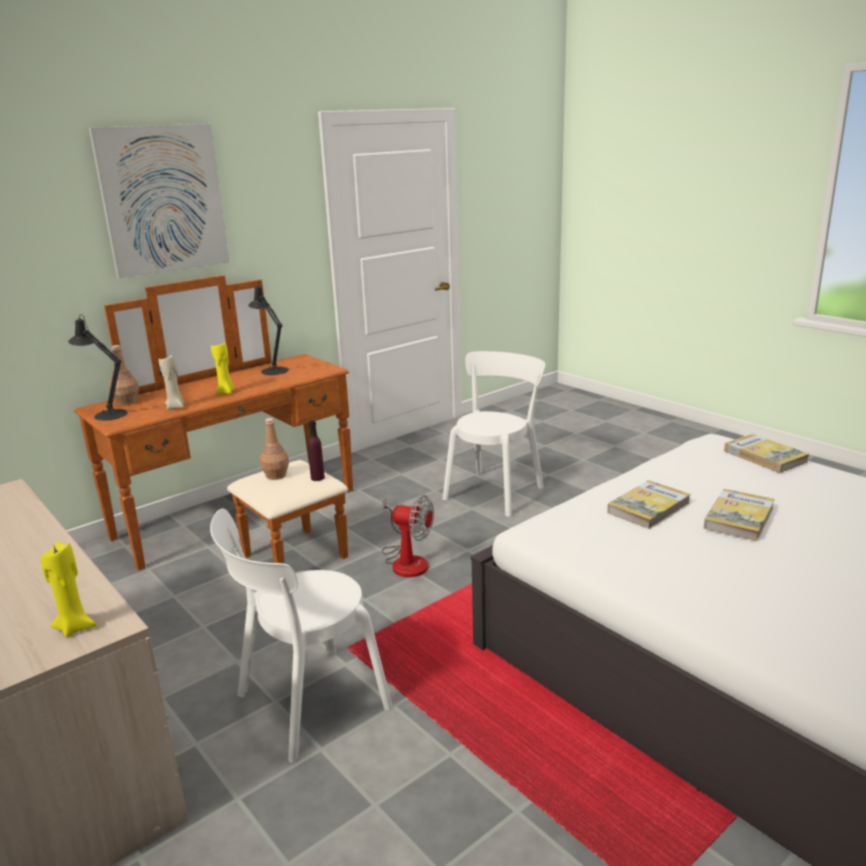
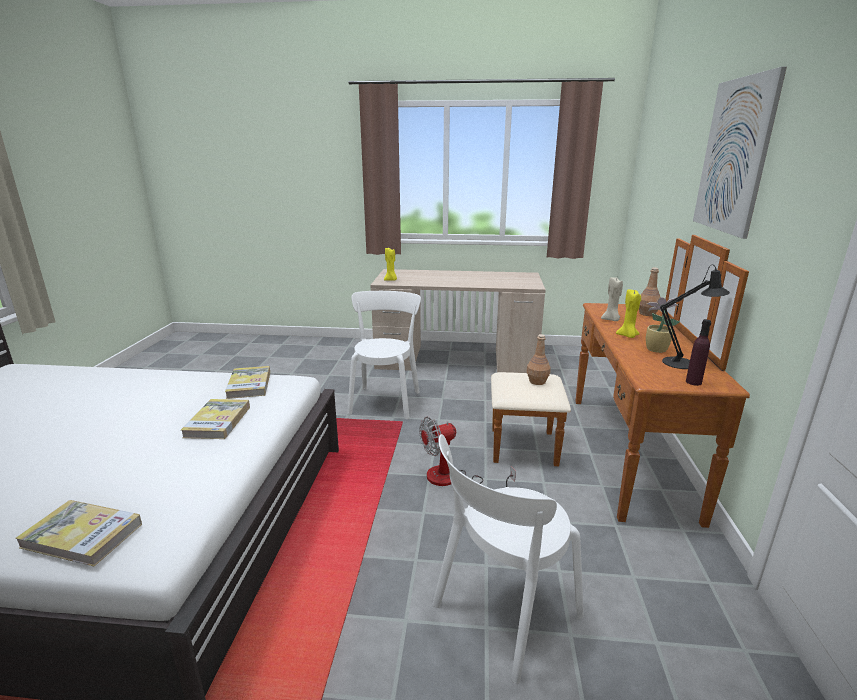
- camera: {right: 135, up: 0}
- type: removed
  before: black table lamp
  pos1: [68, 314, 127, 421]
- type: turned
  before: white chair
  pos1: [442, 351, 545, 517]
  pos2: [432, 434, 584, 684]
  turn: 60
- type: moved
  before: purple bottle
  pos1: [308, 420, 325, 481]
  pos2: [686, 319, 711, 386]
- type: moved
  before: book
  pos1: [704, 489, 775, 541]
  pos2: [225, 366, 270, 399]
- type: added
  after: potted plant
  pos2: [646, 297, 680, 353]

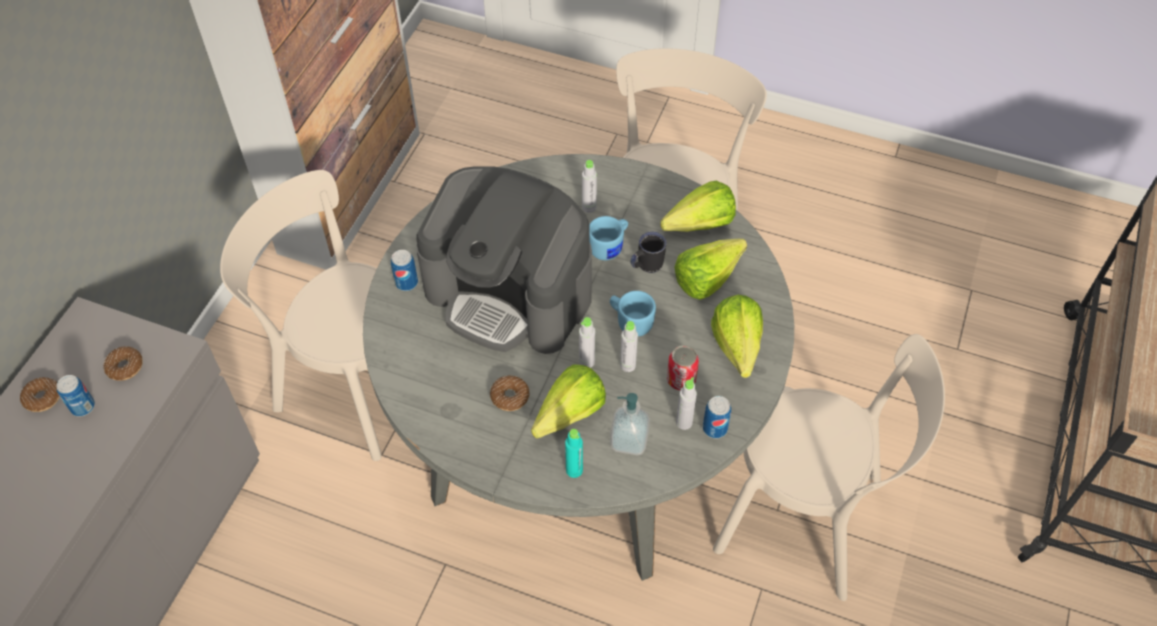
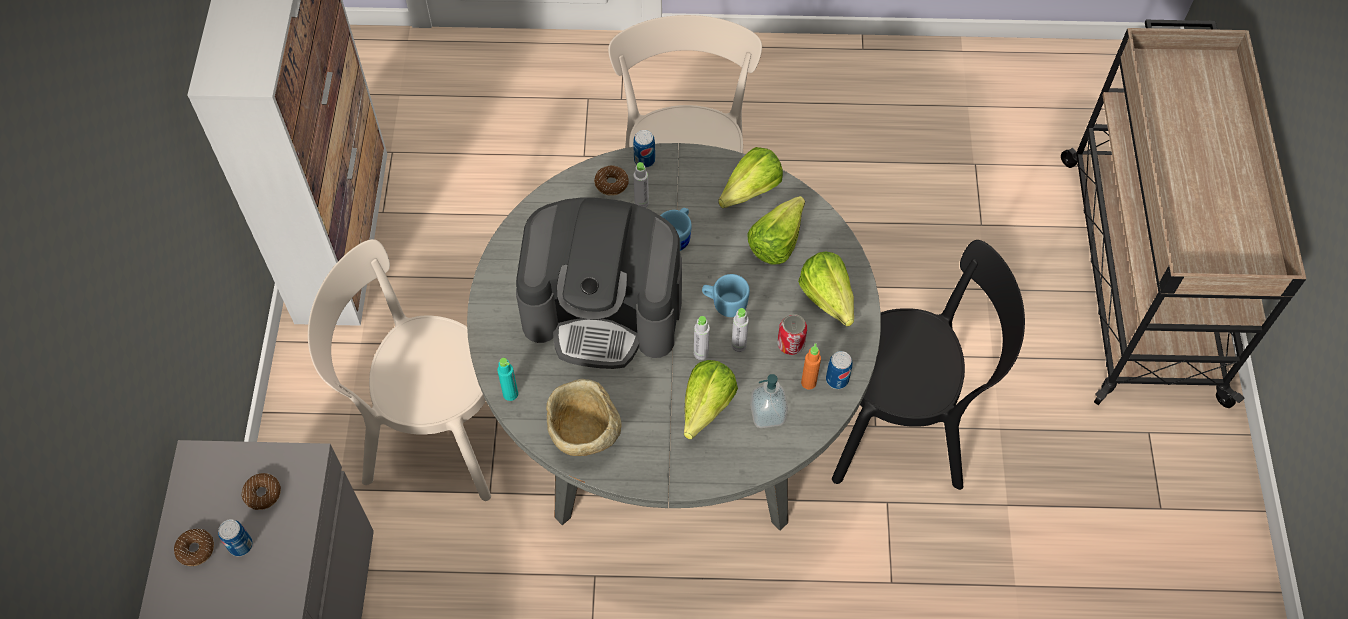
- camera: {right: -20, up: 5}
- type: removed
  before: black mug
  pos1: [630, 232, 666, 273]
- type: moved
  before: can
  pos1: [391, 250, 418, 291]
  pos2: [633, 130, 655, 168]
- type: recoloured
  before: beige chair
  after: black chair
  pos1: [713, 334, 945, 601]
  pos2: [832, 240, 1025, 490]
- type: moved
  before: donut
  pos1: [490, 375, 530, 411]
  pos2: [594, 166, 629, 196]
- type: recoloured
  before: grey bottle
  after: orange bottle
  pos1: [676, 377, 697, 430]
  pos2: [801, 343, 821, 389]
- type: moved
  before: turquoise bottle
  pos1: [565, 429, 583, 478]
  pos2: [497, 358, 518, 401]
- type: added
  after: beige bowl
  pos2: [546, 379, 622, 456]

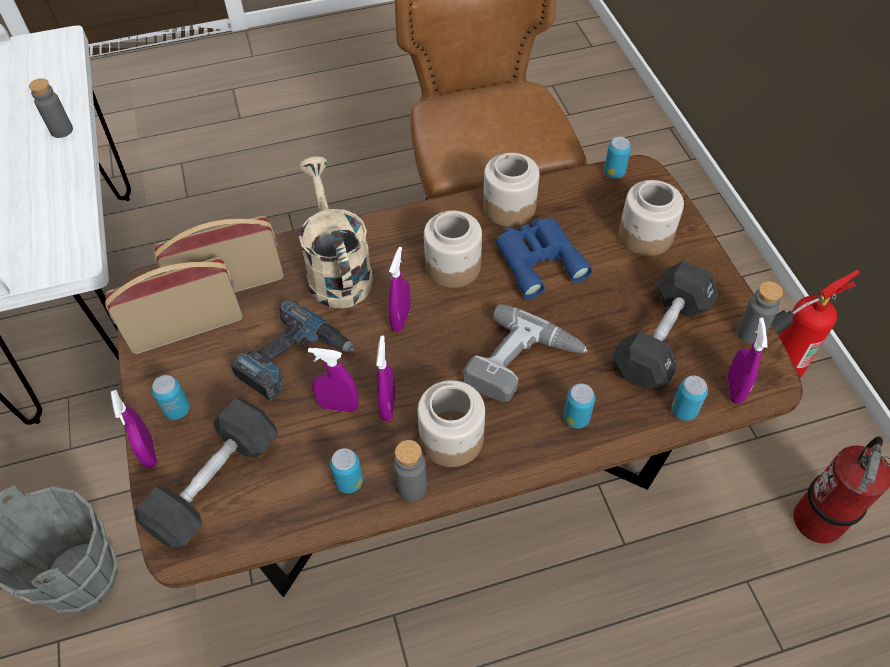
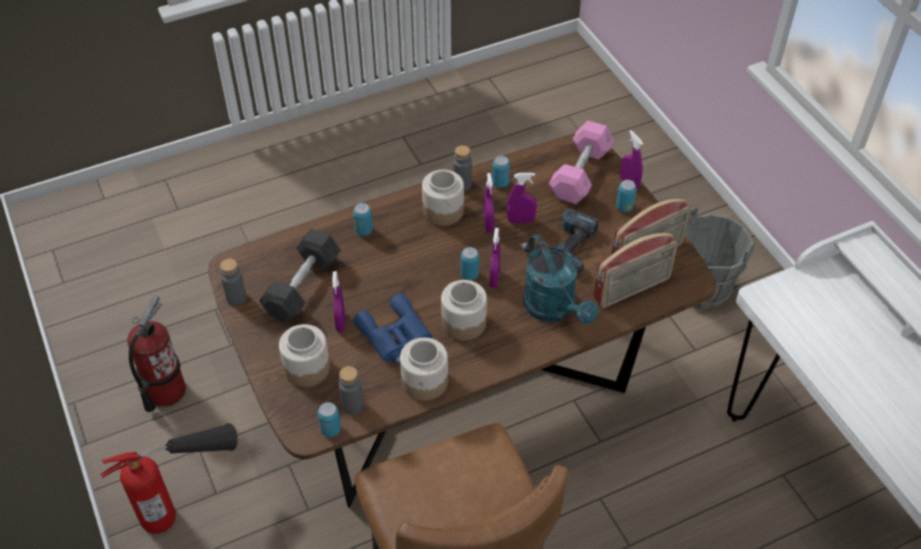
- camera: {right: 170, up: -5}
- type: moved
  before: grey bottle
  pos1: [29, 78, 73, 138]
  pos2: [339, 366, 363, 415]
- type: recoloured
  before: beige watering can
  after: turquoise watering can
  pos1: [298, 156, 373, 309]
  pos2: [523, 234, 599, 324]
- type: removed
  before: power drill
  pos1: [463, 304, 588, 402]
- type: moved
  before: purple spray bottle
  pos1: [728, 318, 767, 404]
  pos2: [332, 271, 345, 332]
- type: moved
  before: can
  pos1: [672, 376, 708, 421]
  pos2: [461, 247, 479, 280]
- type: recoloured
  before: black dumbbell
  after: pink dumbbell
  pos1: [134, 398, 278, 548]
  pos2: [549, 121, 614, 204]

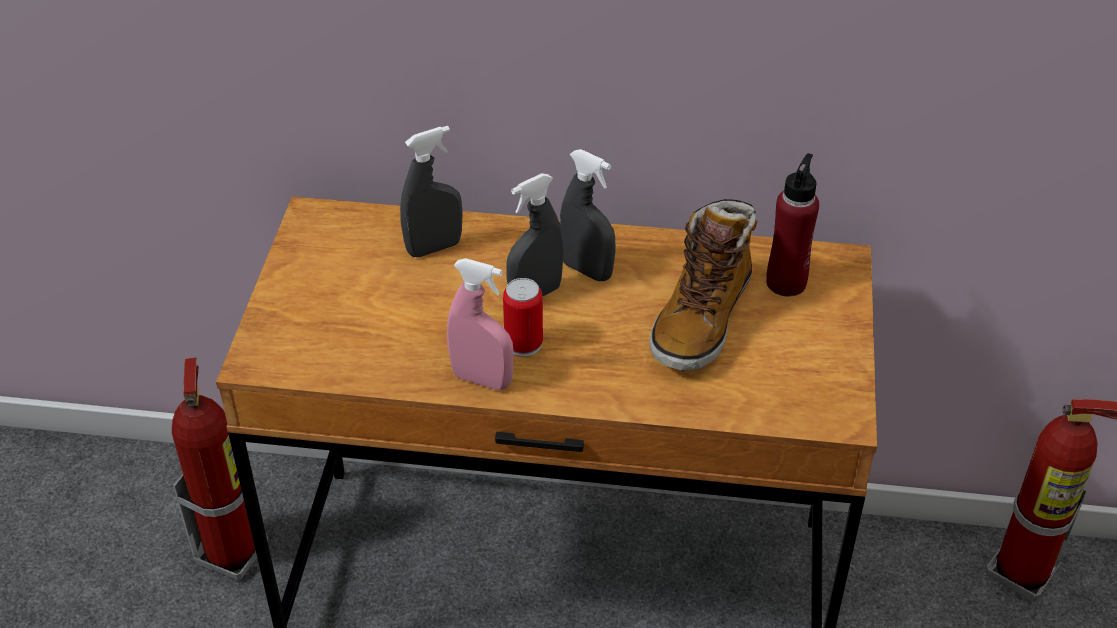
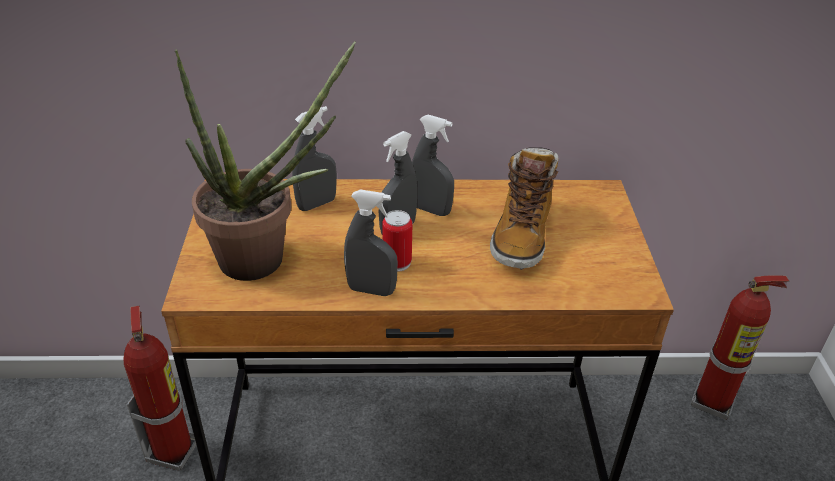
- camera: {right: -10, up: -5}
- type: removed
  before: red bottle
  pos1: [766, 153, 819, 296]
- type: recoloured
  before: pink spray bottle
  after: grey spray bottle
  pos1: [447, 258, 514, 390]
  pos2: [344, 190, 398, 296]
- type: added
  after: potted plant
  pos2: [175, 41, 356, 281]

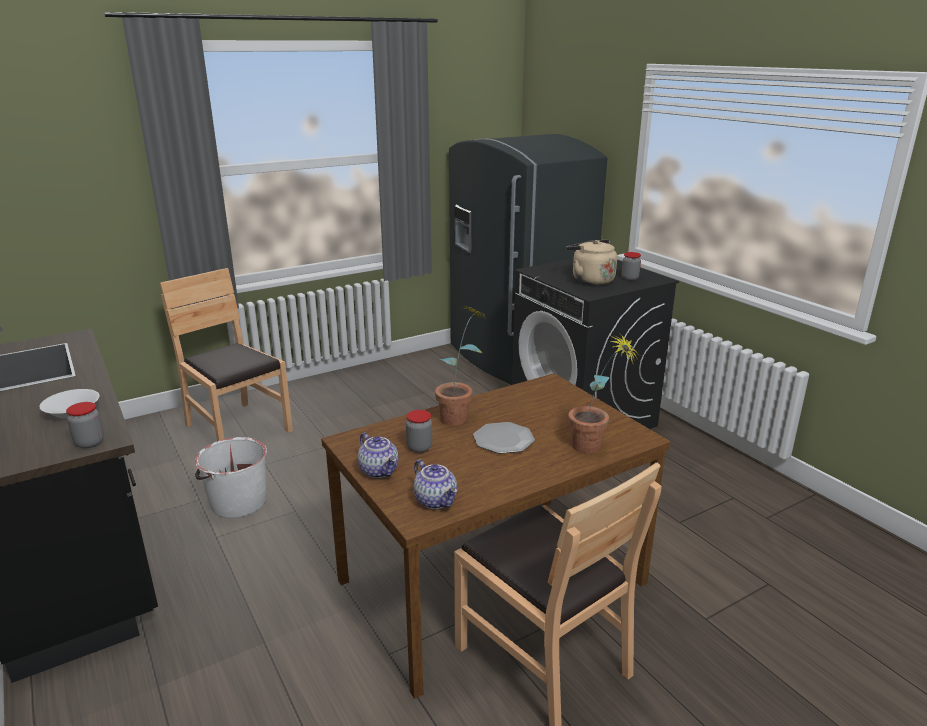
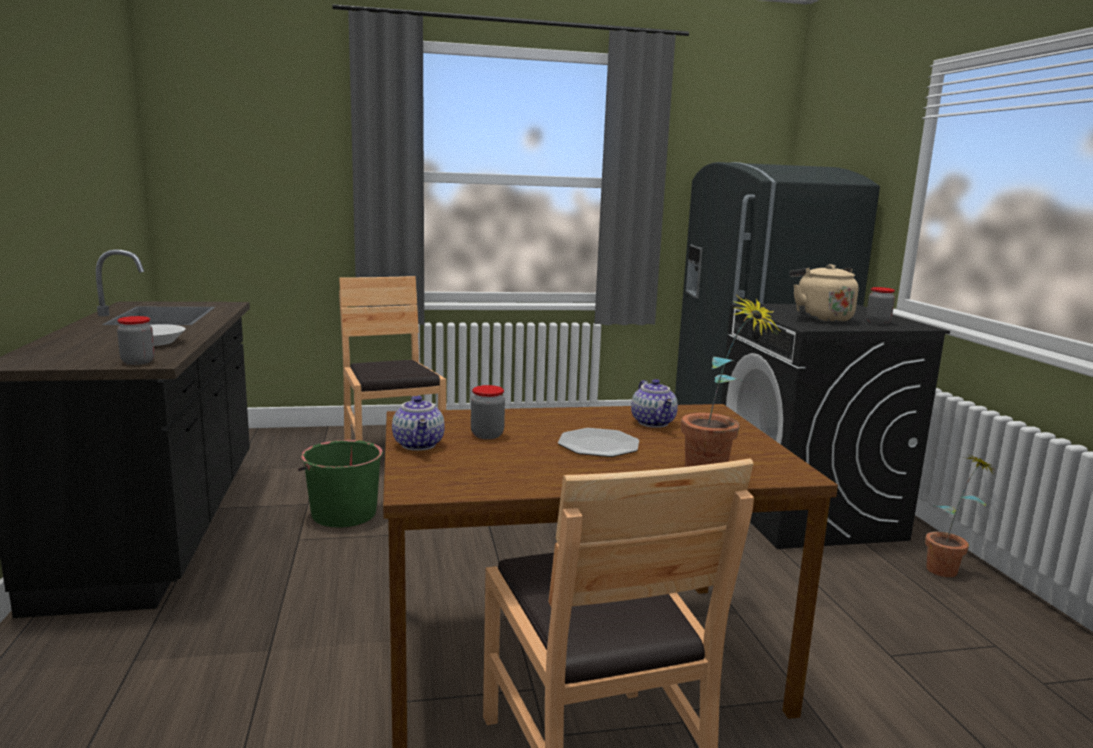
- camera: {right: 20, up: -10}
- type: moved
  before: potted plant
  pos1: [435, 305, 485, 426]
  pos2: [925, 453, 996, 577]
- type: recoloured
  before: white bucket
  after: green bucket
  pos1: [195, 437, 267, 518]
  pos2: [298, 440, 383, 528]
- type: moved
  before: teapot
  pos1: [414, 459, 457, 509]
  pos2: [631, 379, 678, 428]

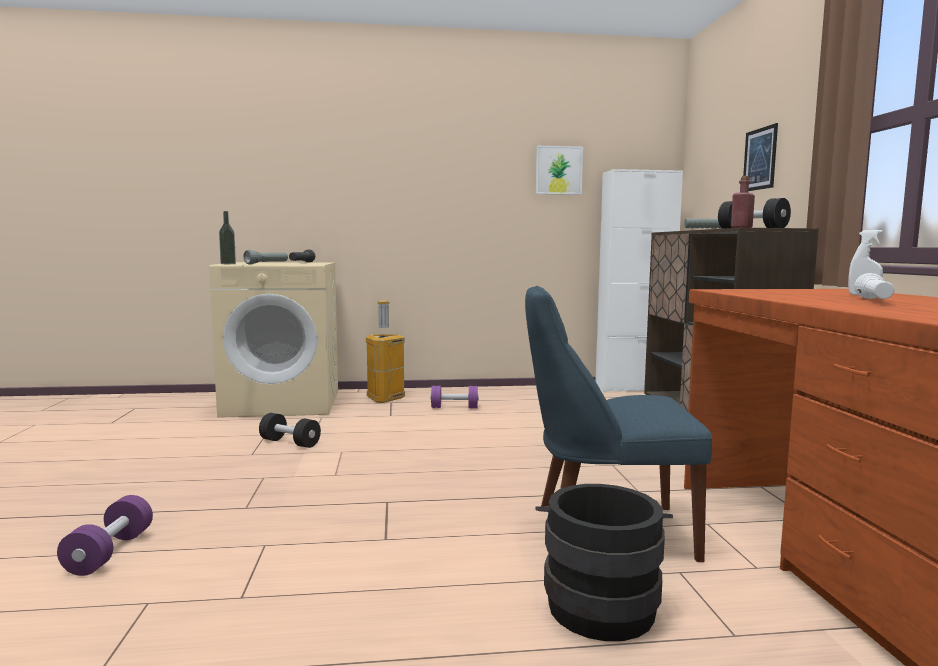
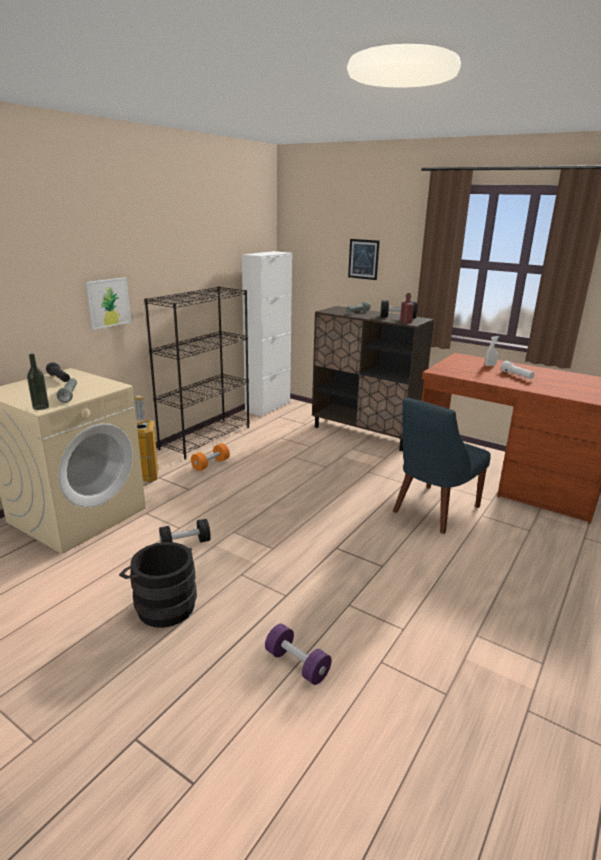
- camera: {right: -50, up: 15}
- type: moved
  before: picture
  pos1: [536, 146, 583, 195]
  pos2: [86, 277, 131, 330]
- type: recoloured
  before: purple dumbbell
  after: orange dumbbell
  pos1: [430, 386, 479, 408]
  pos2: [191, 443, 230, 471]
- type: moved
  before: black bucket
  pos1: [535, 484, 673, 641]
  pos2: [119, 542, 197, 628]
- type: added
  after: black bookcase
  pos2: [144, 286, 249, 459]

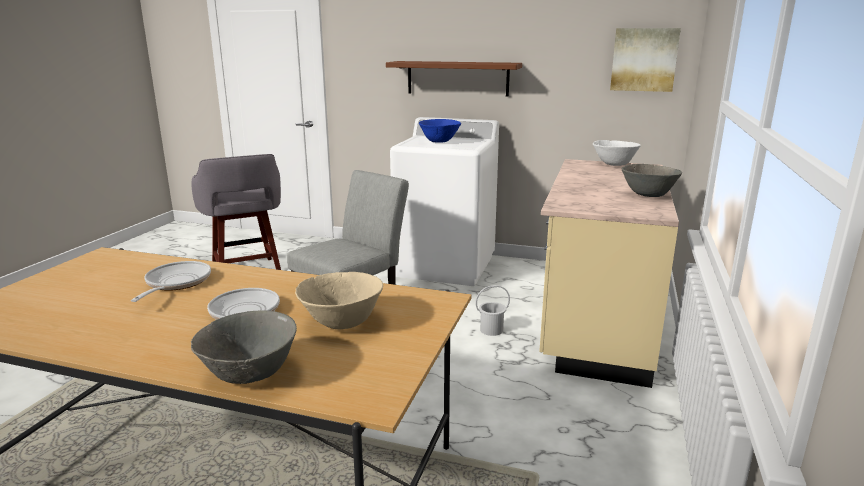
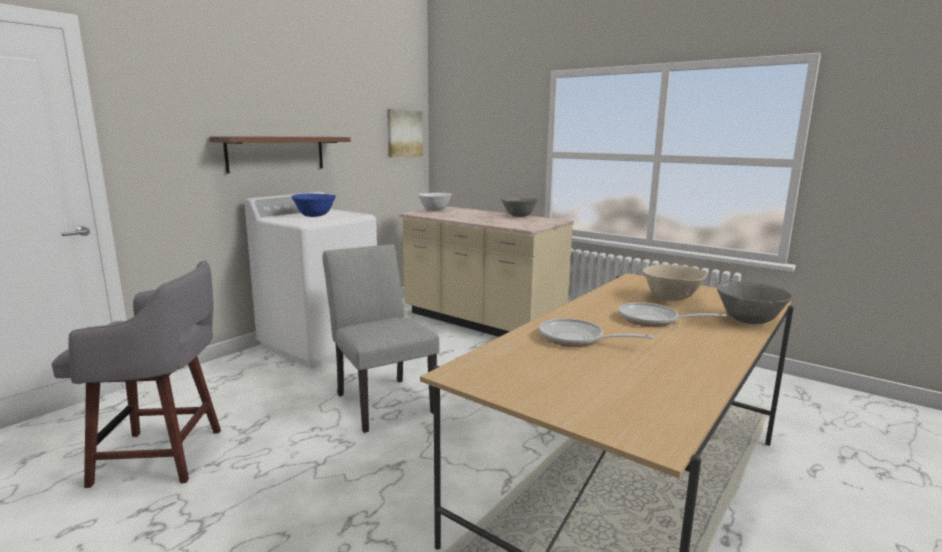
- camera: {right: -70, up: -5}
- type: removed
  before: white bucket
  pos1: [475, 285, 510, 336]

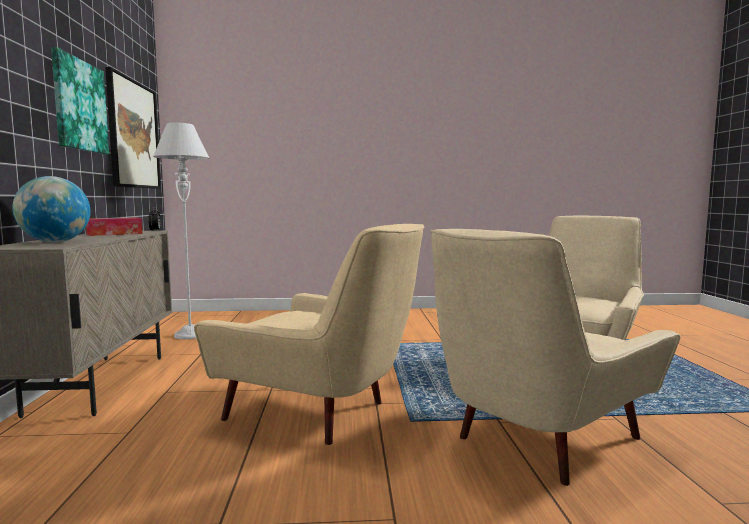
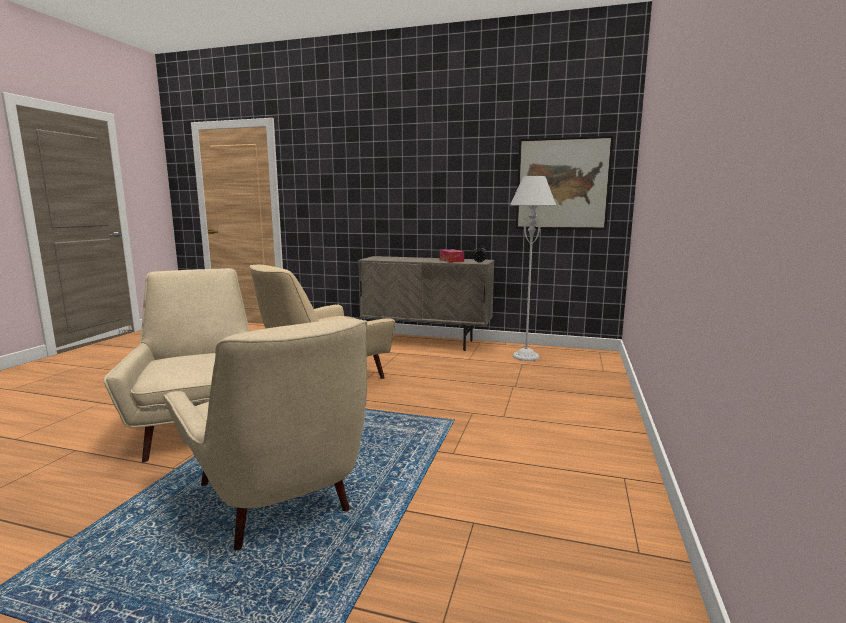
- camera: {right: 110, up: 5}
- type: removed
  before: picture
  pos1: [51, 47, 109, 154]
- type: removed
  before: globe
  pos1: [12, 176, 91, 242]

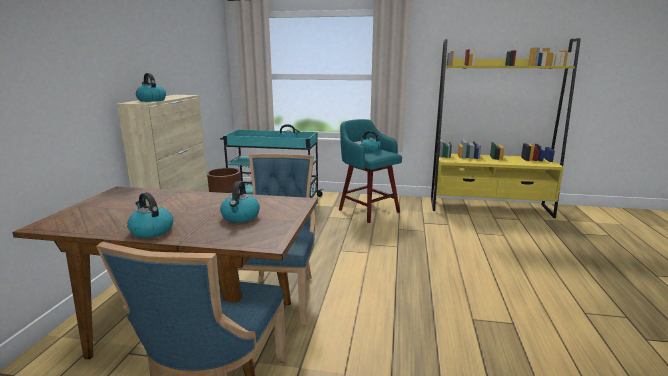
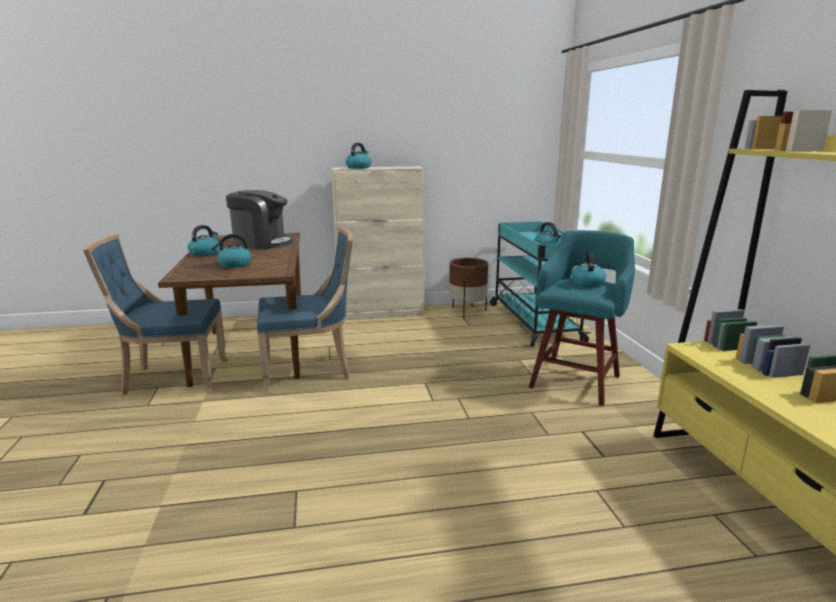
- camera: {right: 70, up: 0}
- type: added
  after: coffee machine
  pos2: [226, 190, 292, 250]

